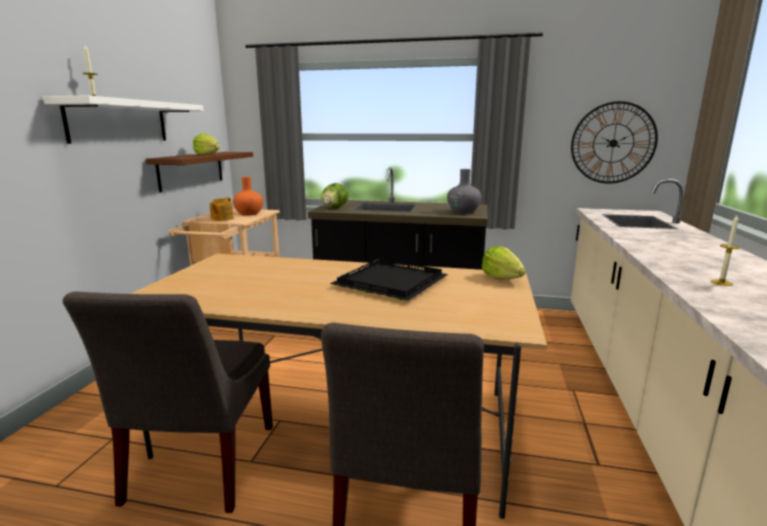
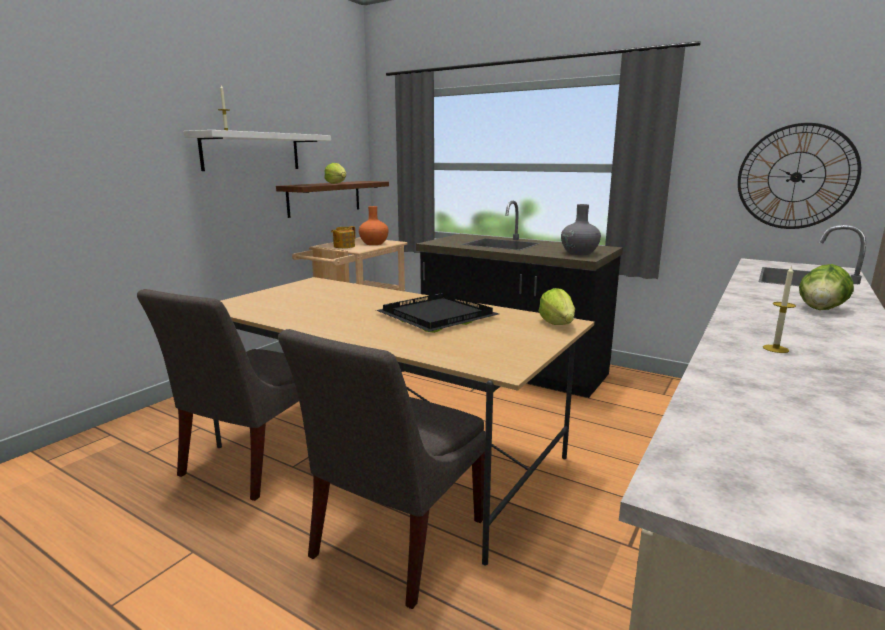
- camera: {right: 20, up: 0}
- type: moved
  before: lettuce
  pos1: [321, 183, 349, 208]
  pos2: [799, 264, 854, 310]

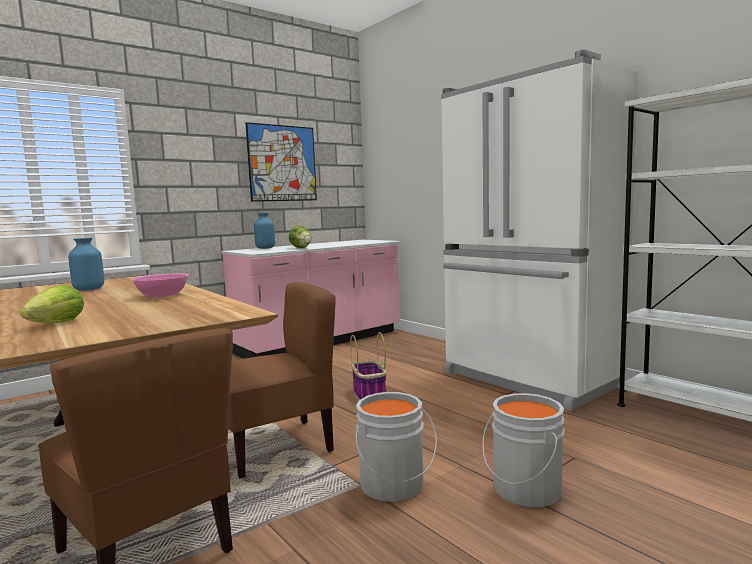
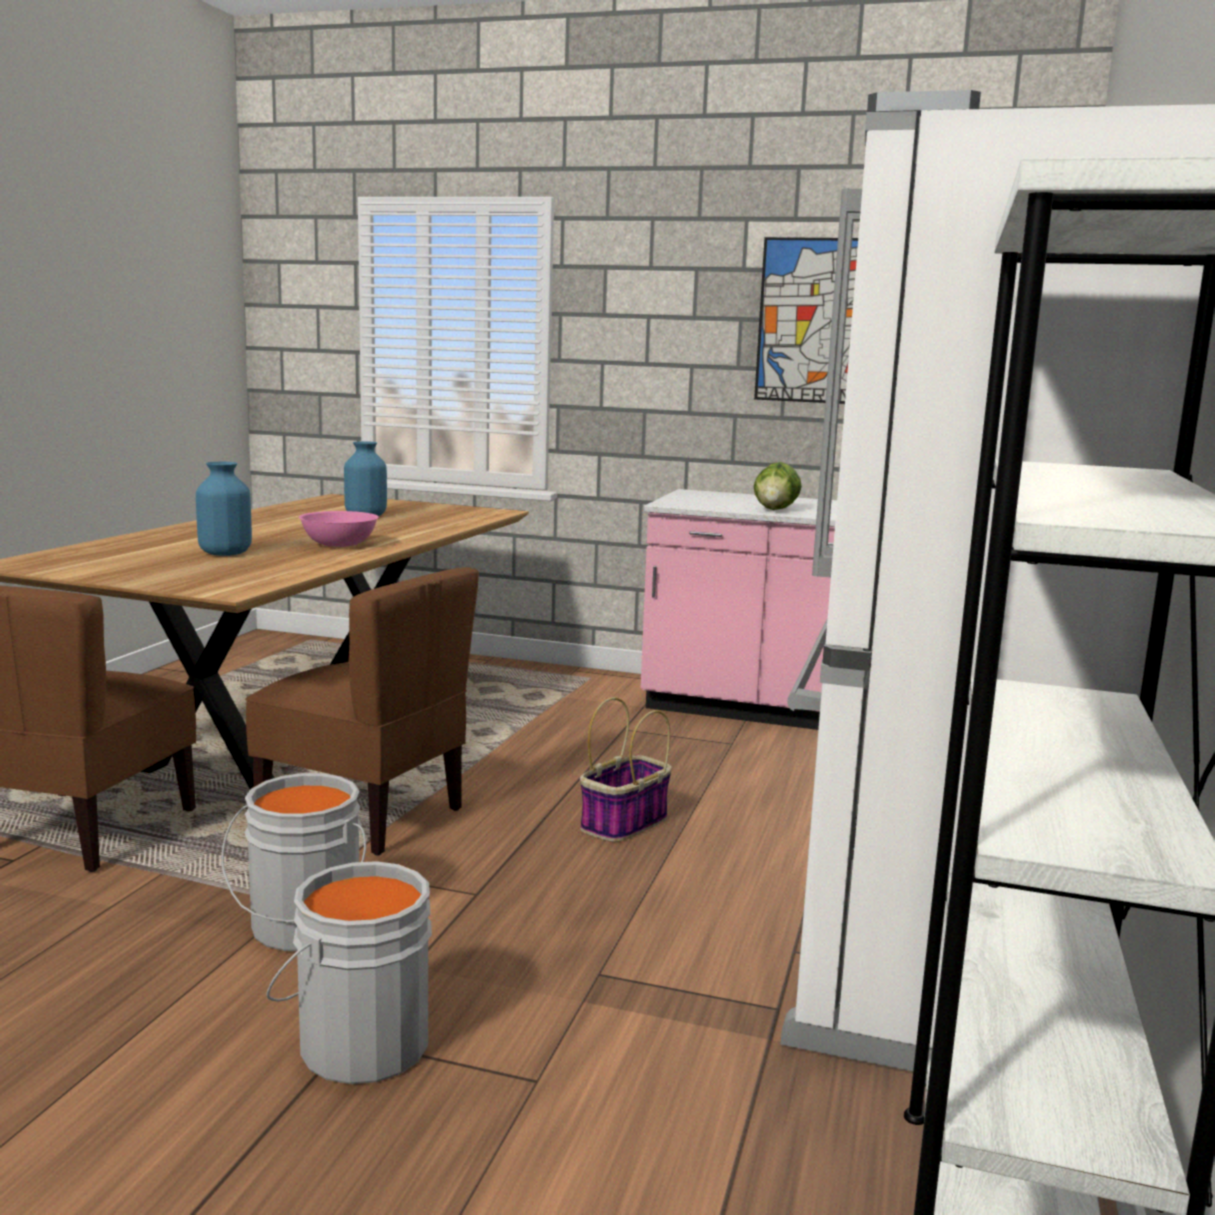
- camera: {right: 55, up: 5}
- type: moved
  before: blue vase
  pos1: [254, 213, 275, 249]
  pos2: [196, 462, 252, 556]
- type: removed
  before: lettuce
  pos1: [20, 285, 84, 323]

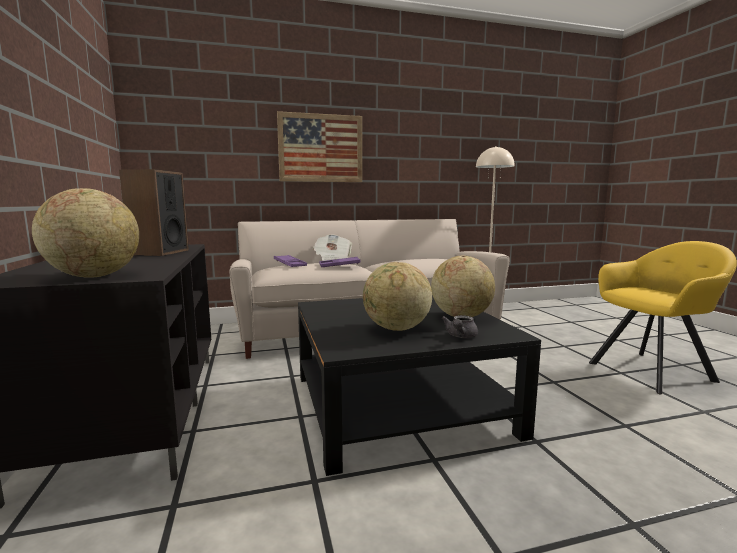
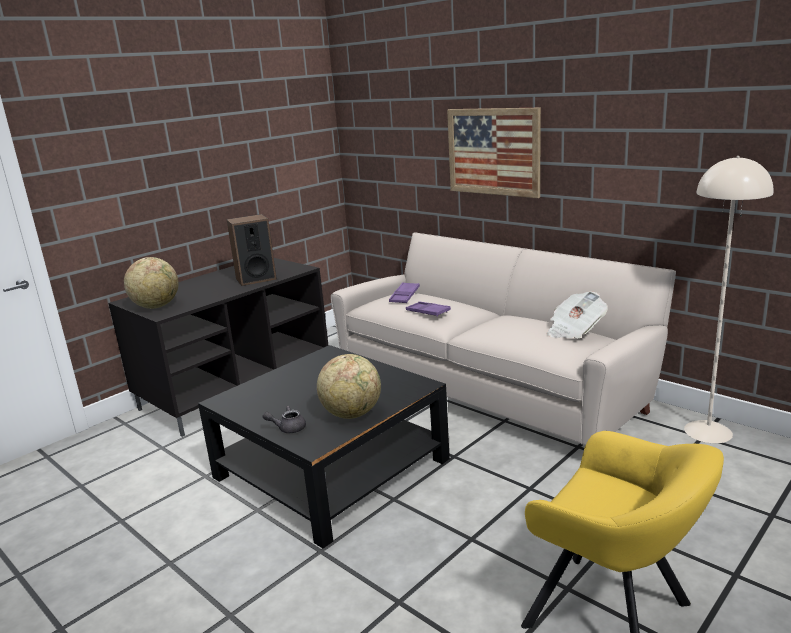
- camera: {right: 60, up: 10}
- type: moved
  before: newspaper
  pos1: [313, 234, 352, 261]
  pos2: [547, 291, 608, 339]
- type: removed
  before: globe
  pos1: [363, 262, 432, 331]

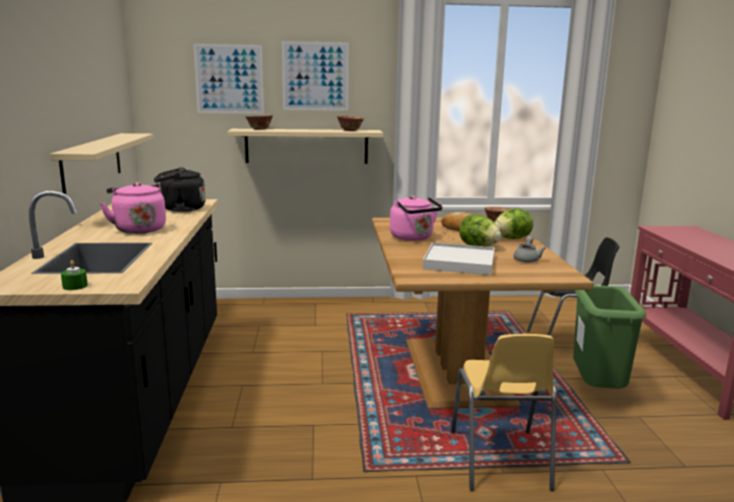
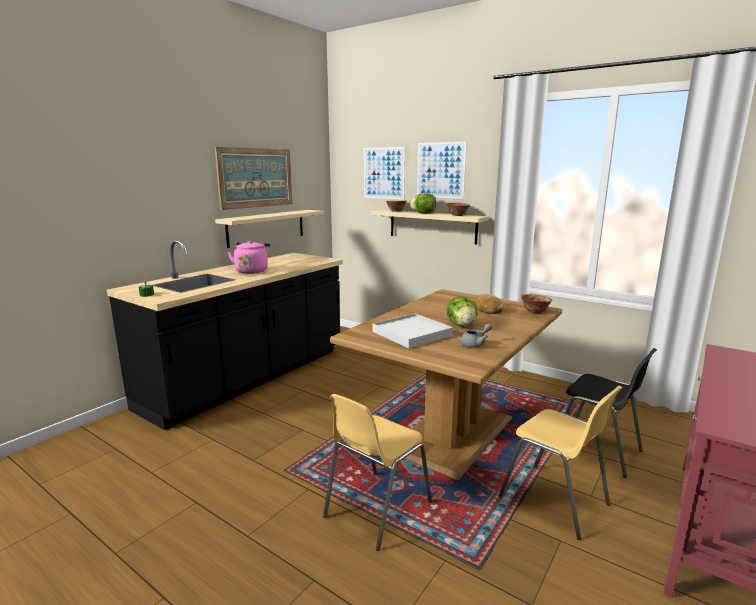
- camera: {right: 40, up: 0}
- type: removed
  before: black kettle
  pos1: [154, 167, 206, 212]
- type: removed
  before: pink kettle
  pos1: [390, 195, 443, 241]
- type: moved
  before: lettuce
  pos1: [494, 209, 533, 239]
  pos2: [409, 193, 436, 214]
- type: replaced
  before: green trash can
  after: yellow chair
  pos1: [573, 285, 646, 389]
  pos2: [498, 386, 623, 540]
- type: added
  after: picture
  pos2: [215, 147, 292, 210]

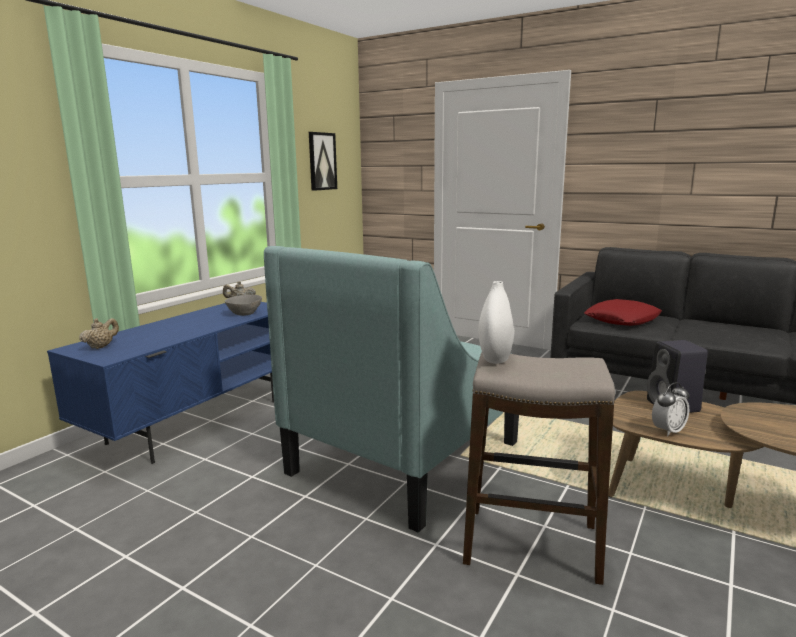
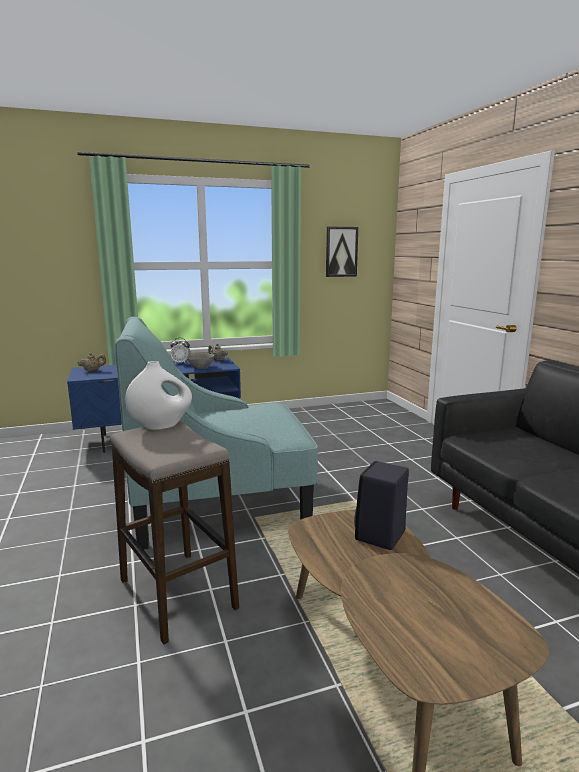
- camera: {right: 40, up: 0}
- type: removed
  before: red pillow
  pos1: [584, 299, 662, 326]
- type: moved
  before: alarm clock
  pos1: [652, 382, 689, 436]
  pos2: [170, 338, 191, 364]

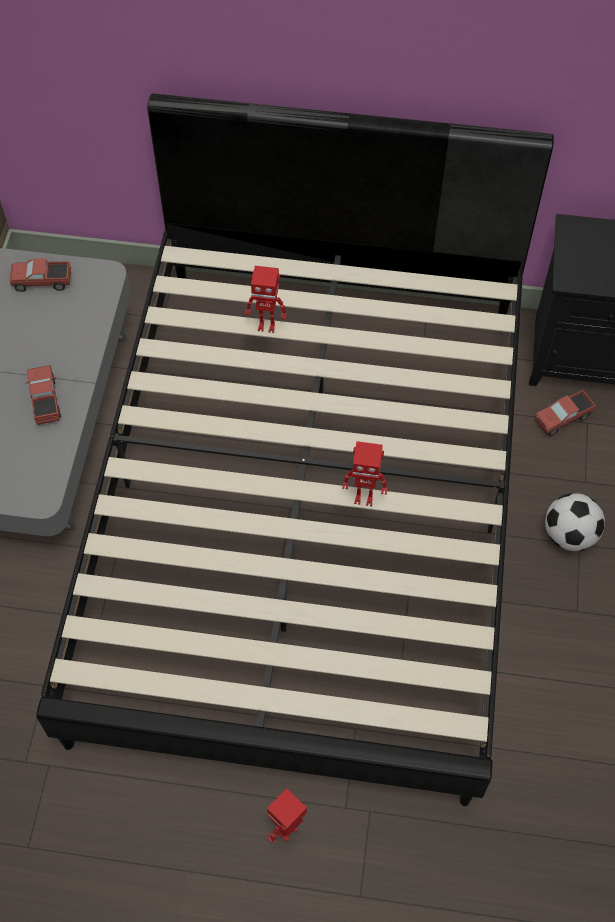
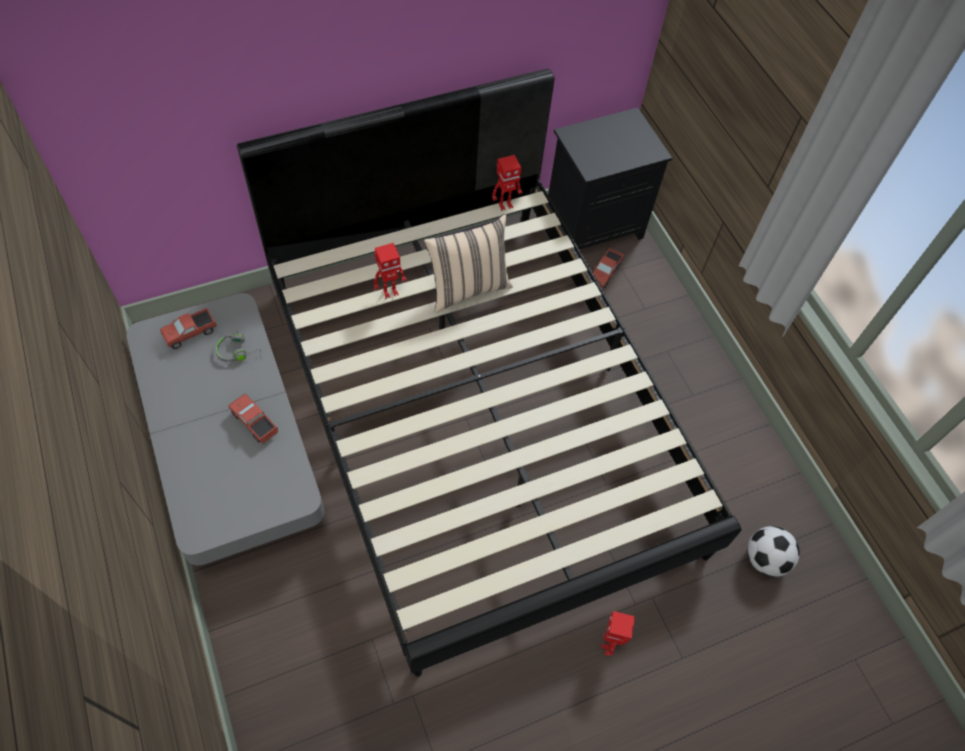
- camera: {right: -35, up: 0}
- type: moved
  before: toy robot
  pos1: [342, 441, 387, 506]
  pos2: [492, 155, 522, 211]
- type: moved
  before: football
  pos1: [545, 493, 605, 551]
  pos2: [748, 526, 800, 577]
- type: added
  after: beige pillow
  pos2: [424, 214, 513, 313]
- type: added
  after: grey headphones
  pos2: [215, 330, 262, 362]

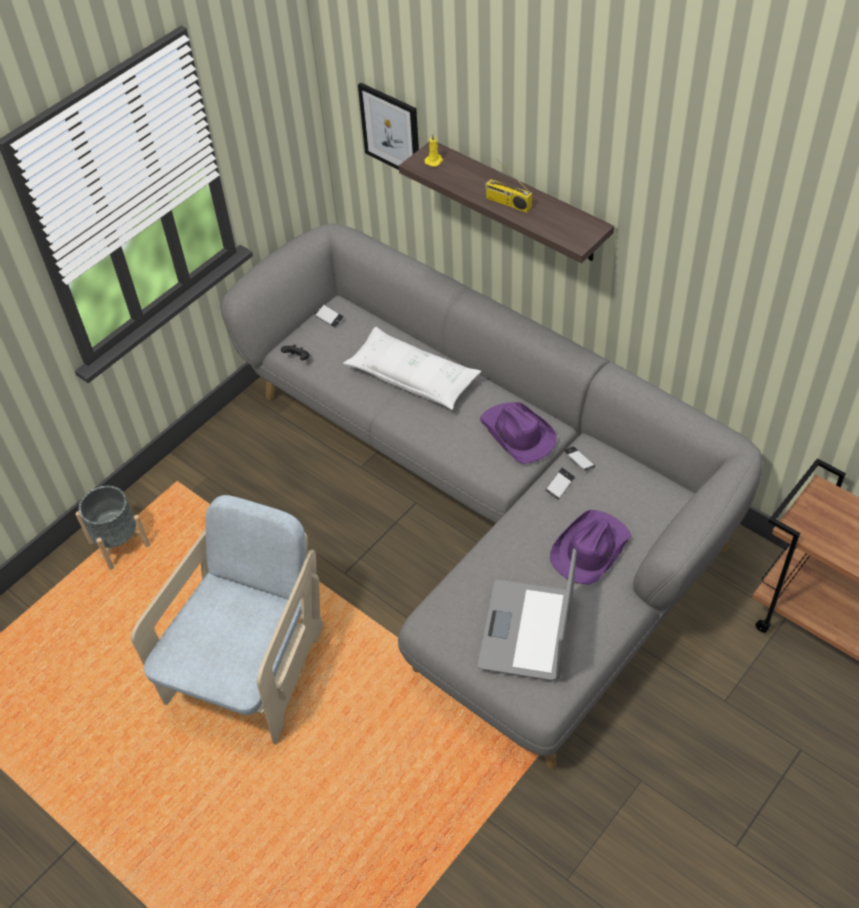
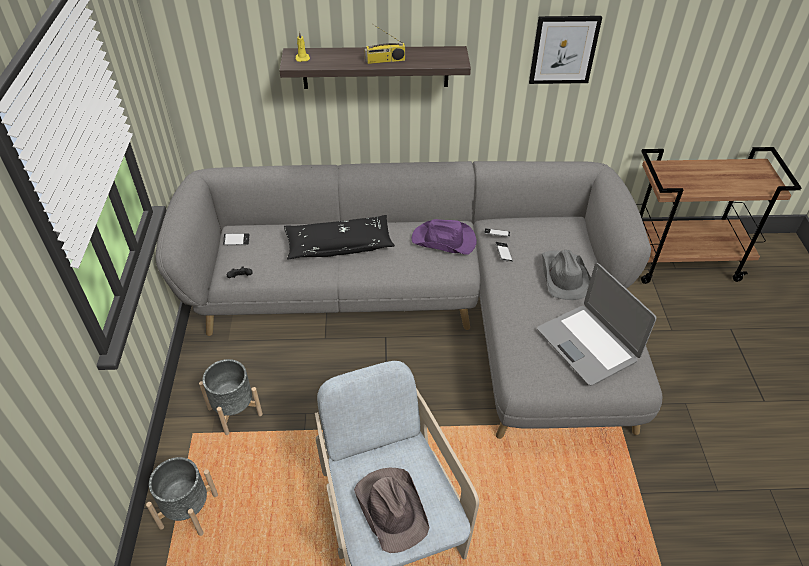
- camera: {right: -45, up: -5}
- type: moved
  before: picture
  pos1: [358, 83, 419, 170]
  pos2: [529, 16, 602, 84]
- type: recoloured
  before: white pillow
  after: black pillow
  pos1: [343, 327, 481, 410]
  pos2: [284, 215, 395, 260]
- type: recoloured
  before: purple hat
  after: grey hat
  pos1: [550, 510, 632, 585]
  pos2: [542, 250, 591, 300]
- type: added
  after: grey planter
  pos2: [199, 359, 263, 435]
- type: added
  after: brown hat
  pos2: [354, 468, 430, 553]

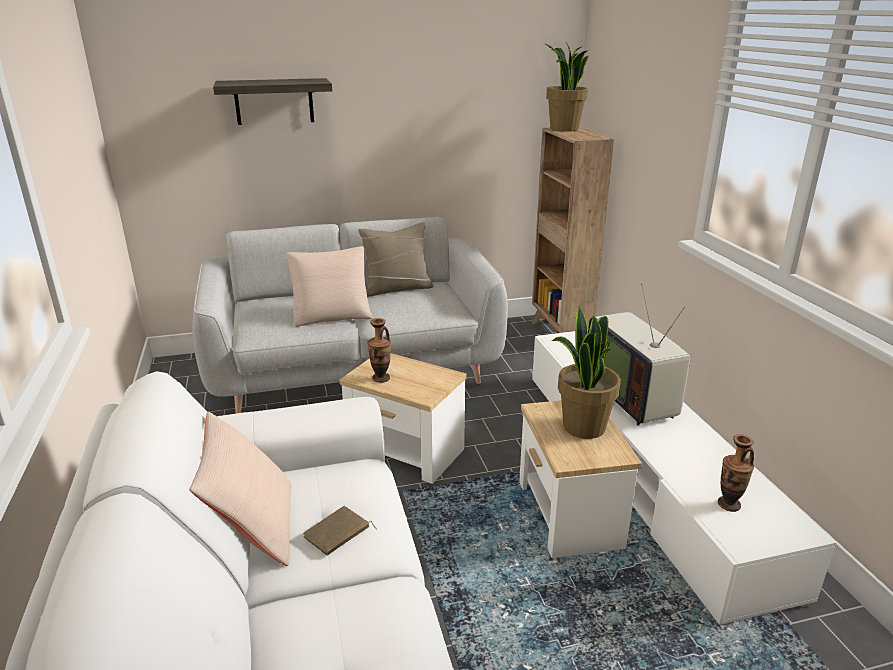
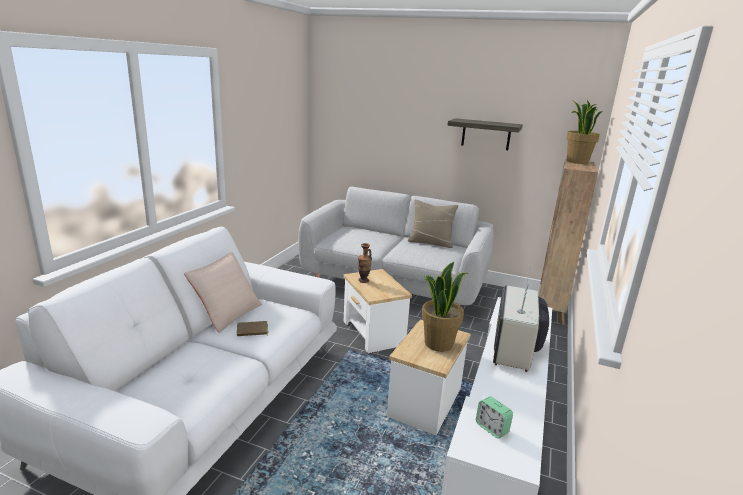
- camera: {right: 35, up: -5}
- type: moved
  before: shelf
  pos1: [213, 78, 332, 125]
  pos2: [447, 118, 523, 150]
- type: removed
  before: beige pillow
  pos1: [286, 246, 373, 327]
- type: replaced
  before: vase
  after: alarm clock
  pos1: [718, 434, 754, 512]
  pos2: [476, 396, 513, 439]

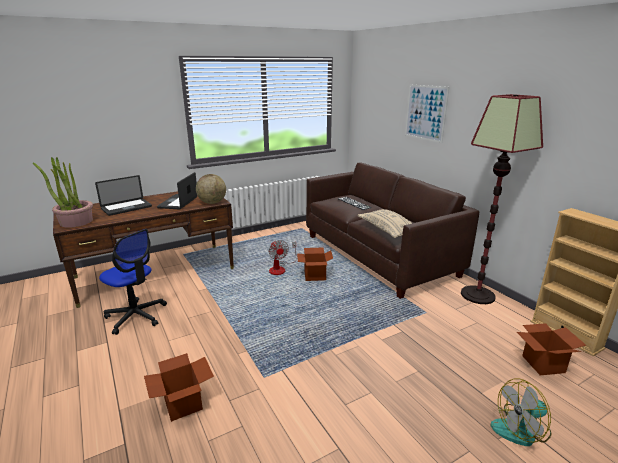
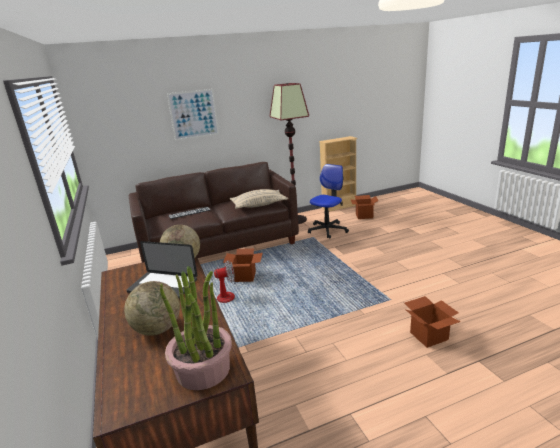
- camera: {right: -80, up: 0}
- type: replaced
  before: laptop
  after: globe
  pos1: [95, 175, 152, 216]
  pos2: [124, 281, 180, 336]
- type: moved
  before: office chair
  pos1: [99, 229, 167, 335]
  pos2: [308, 164, 349, 239]
- type: removed
  before: fan
  pos1: [491, 378, 552, 446]

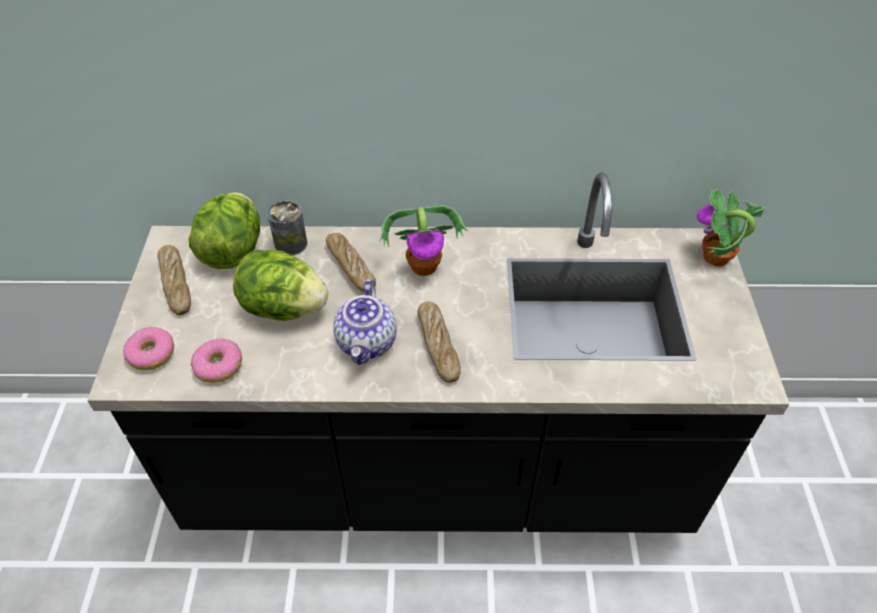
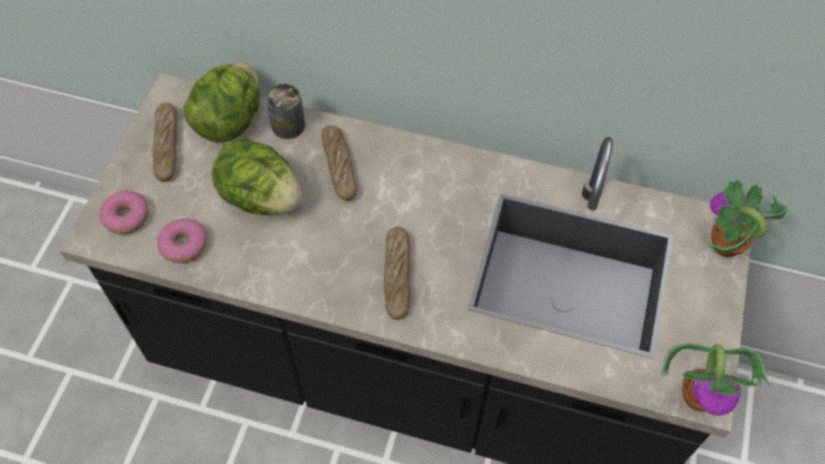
- camera: {right: 15, up: 10}
- type: moved
  before: potted plant
  pos1: [380, 205, 468, 276]
  pos2: [660, 343, 770, 416]
- type: removed
  before: teapot
  pos1: [333, 279, 397, 365]

